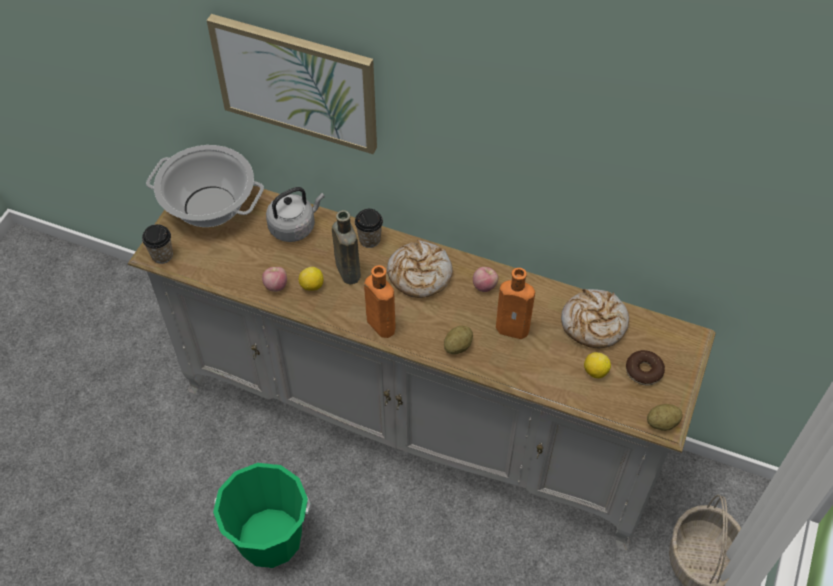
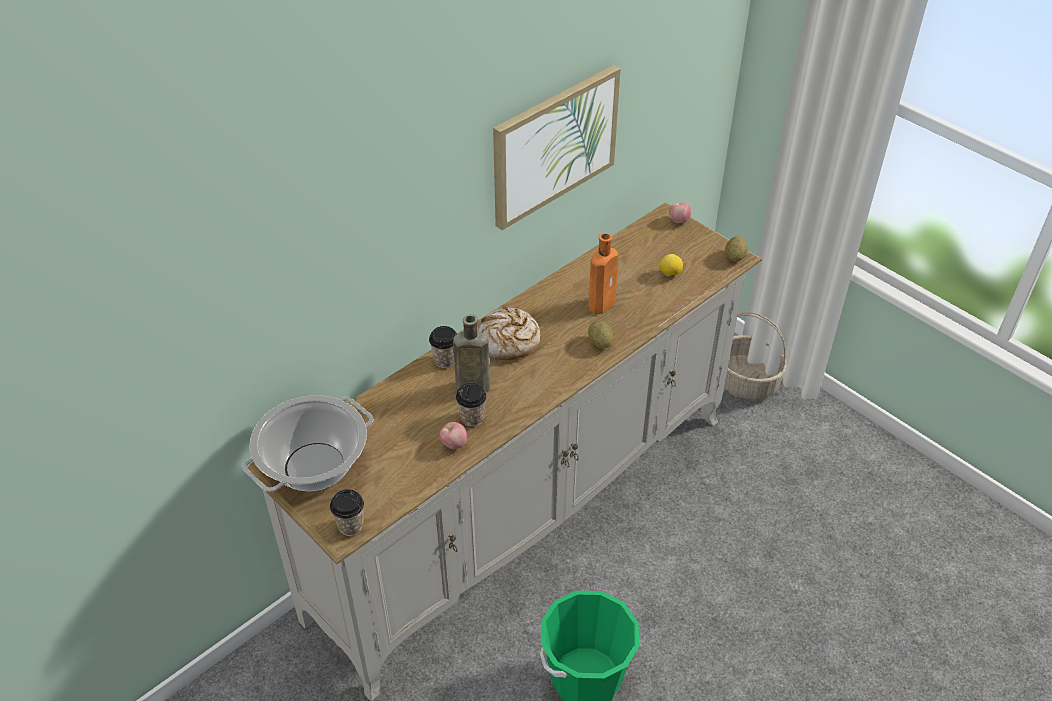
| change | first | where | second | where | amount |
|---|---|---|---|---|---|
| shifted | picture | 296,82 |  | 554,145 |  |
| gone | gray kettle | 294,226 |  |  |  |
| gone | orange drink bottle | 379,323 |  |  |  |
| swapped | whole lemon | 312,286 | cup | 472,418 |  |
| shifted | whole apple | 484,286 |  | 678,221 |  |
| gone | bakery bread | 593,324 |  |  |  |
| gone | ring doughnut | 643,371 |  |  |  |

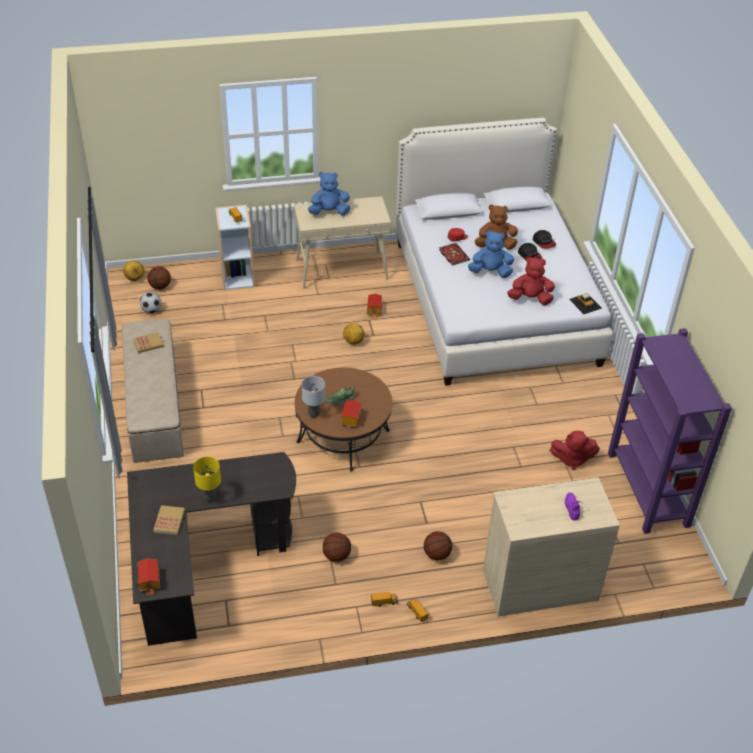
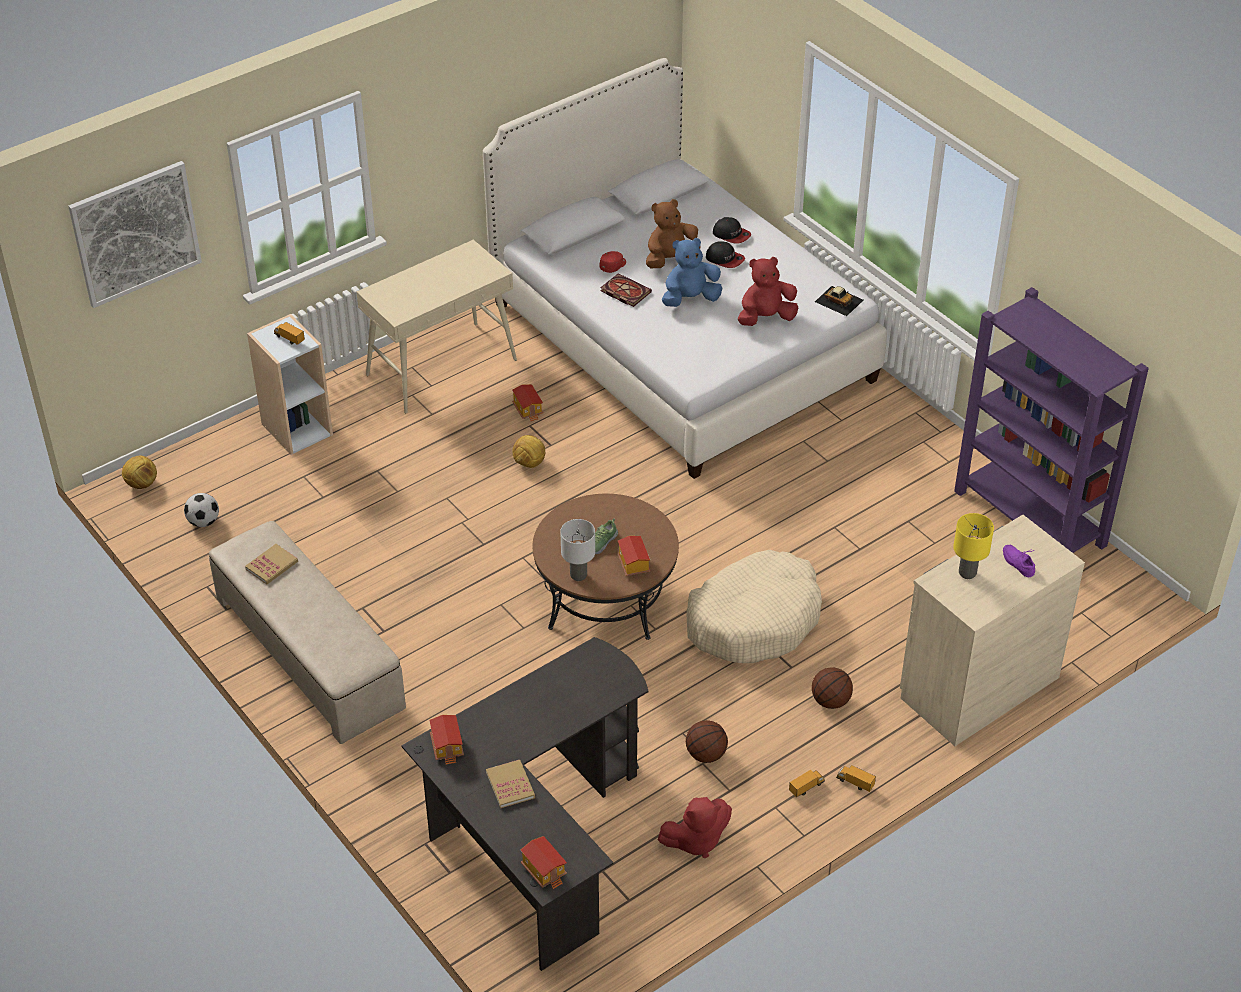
| change | first | where | second | where | amount |
|---|---|---|---|---|---|
| gone | blue-coloured plush toy | 329,212 |  |  |  |
| gone | ball for basketball | 160,286 |  |  |  |
| shifted | red plush toy | 572,459 |  | 695,840 |  |
| shifted | yellow-coloured lamp for a table | 210,497 |  | 967,573 |  |
| new |  |  | picture | 135,233 |  |
| new |  |  | beige dog bed | 754,620 |  |
| new |  |  | toy house | 447,746 |  |

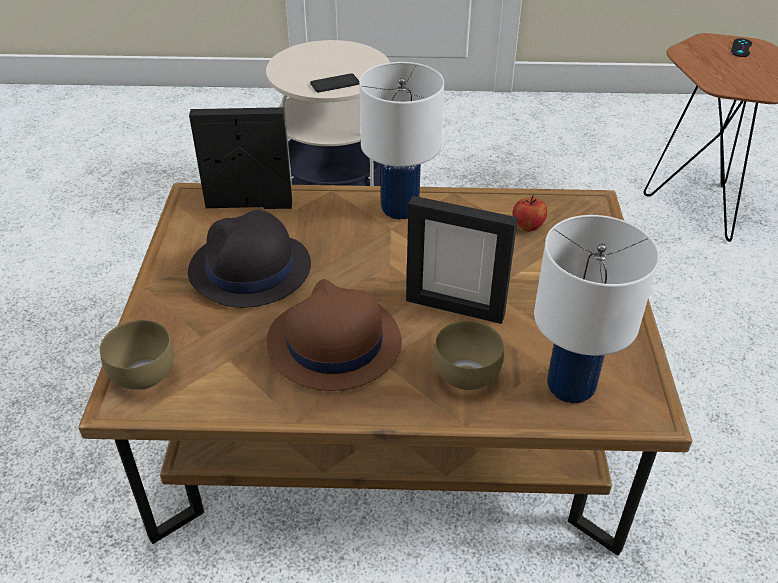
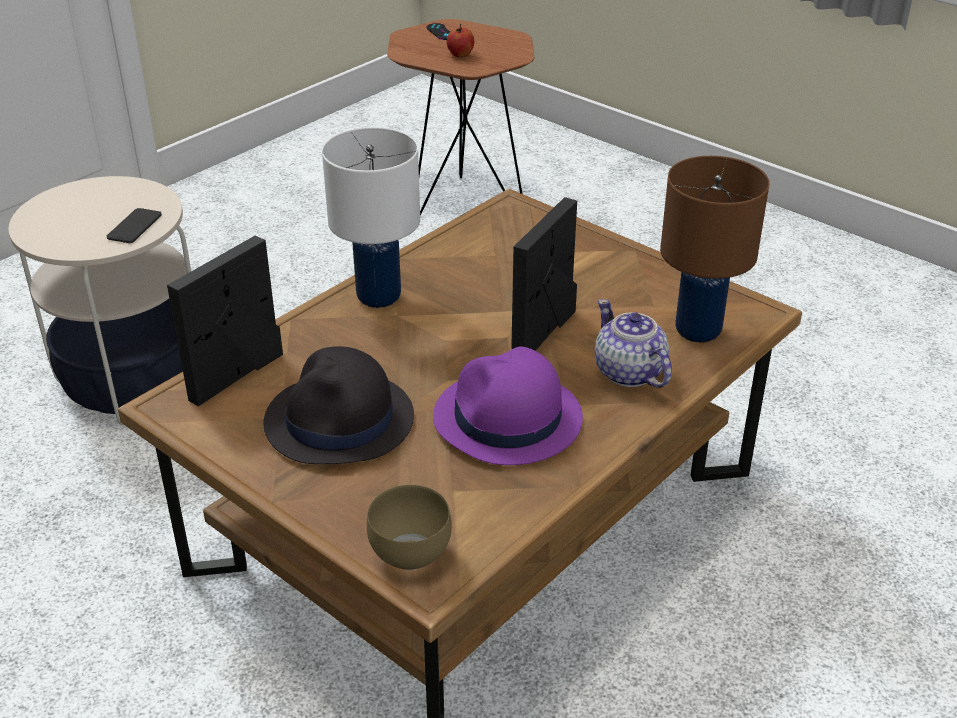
| change | first | where | second | where | amount |
|---|---|---|---|---|---|
| rotated | standing frame | 455,306 |  | 544,335 | 150 degrees clockwise |
| shifted | whole apple | 527,227 |  | 460,55 |  |
| repainted | whitish lamp for a table | 573,389 | brown lamp for a table | 700,331 |  |
| repainted | brown hat | 333,343 | purple-coloured hat | 507,419 |  |
| swapped | brown deep dish | 464,377 | tea pot | 629,373 |  |

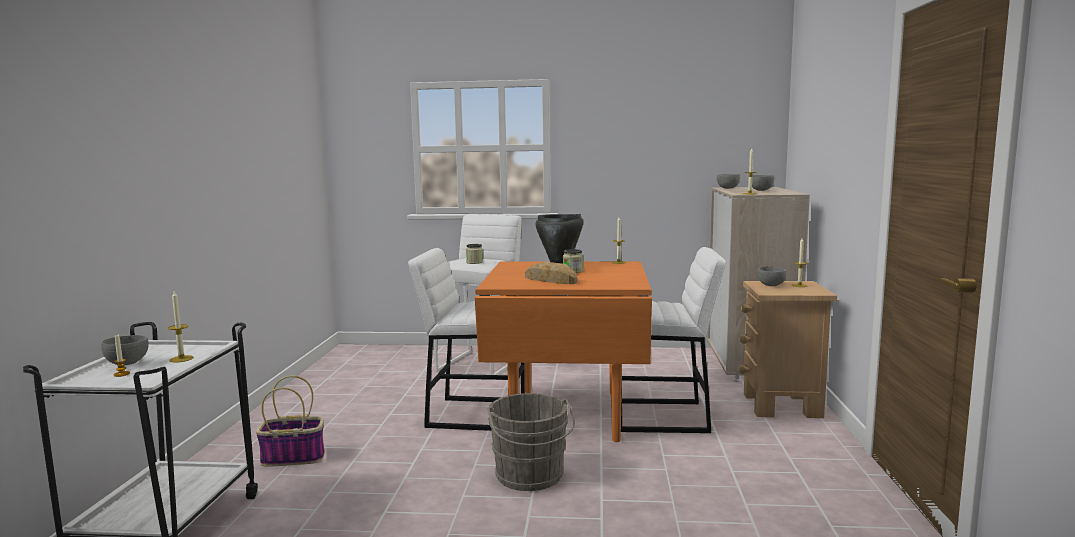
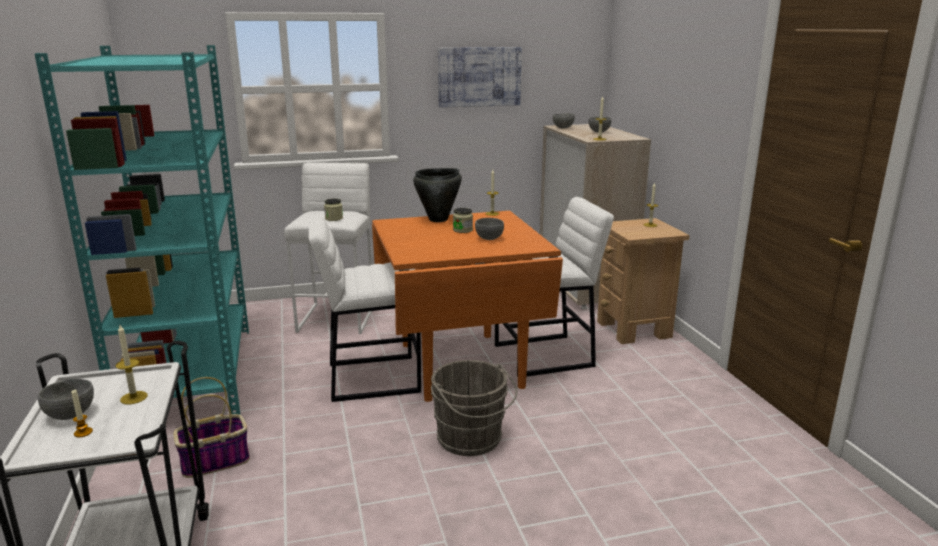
| change | first | where | second | where | amount |
|---|---|---|---|---|---|
| gone | bakery bread | 550,280 |  |  |  |
| shifted | gray deep dish | 771,285 |  | 489,238 |  |
| new |  |  | turquoise shelving unit | 191,377 |  |
| new |  |  | picture | 479,77 |  |

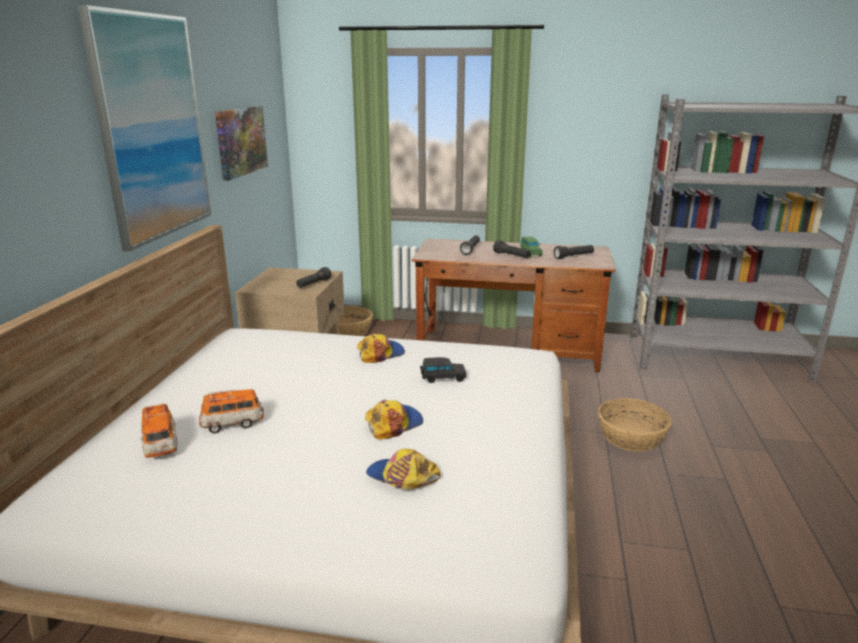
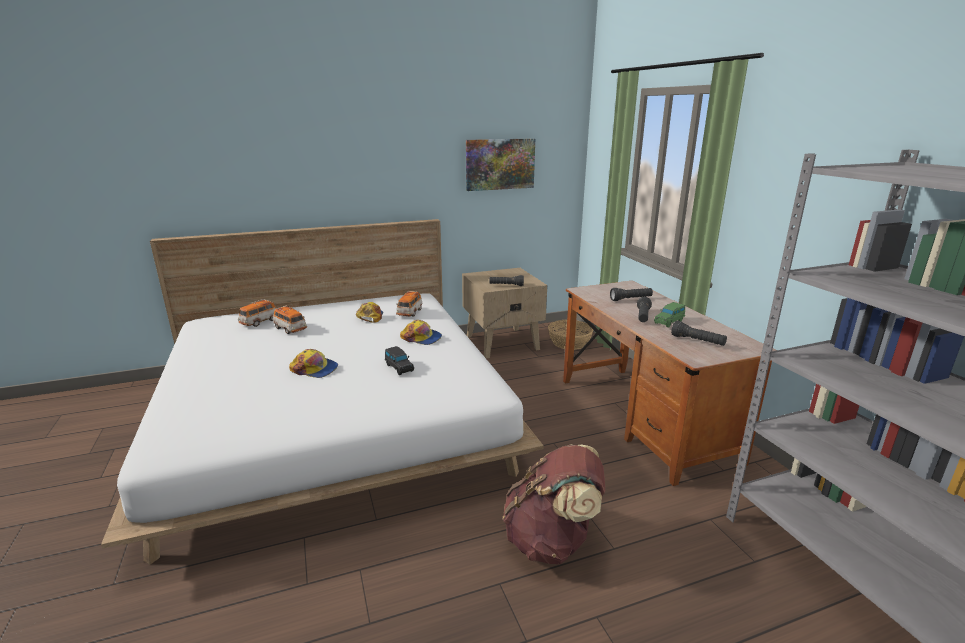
| change | first | where | second | where | amount |
|---|---|---|---|---|---|
| gone | picture | 152,128 |  |  |  |
| swapped | household basket | 631,437 | brown rucksack | 552,540 |  |
| shifted | peaked cap | 401,477 |  | 370,316 |  |
| new |  |  | miniature car | 409,313 |  |

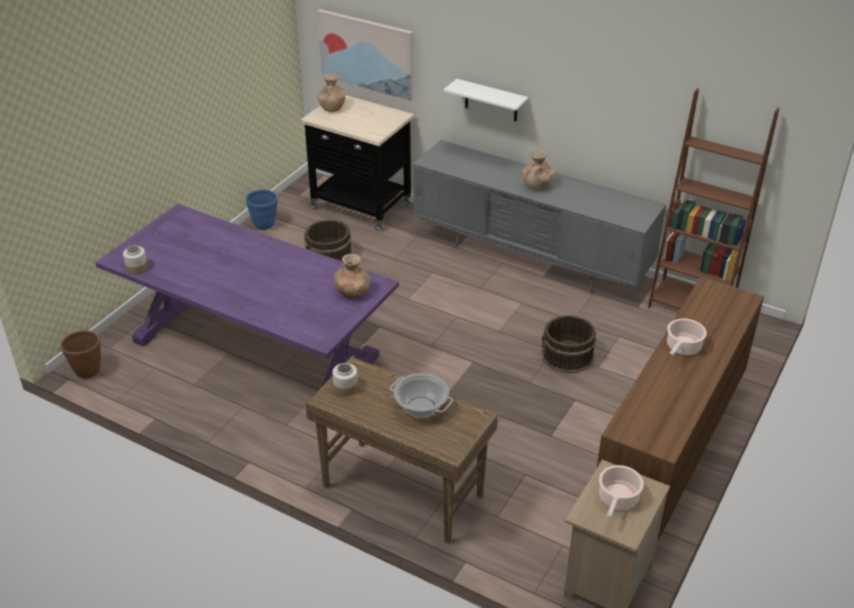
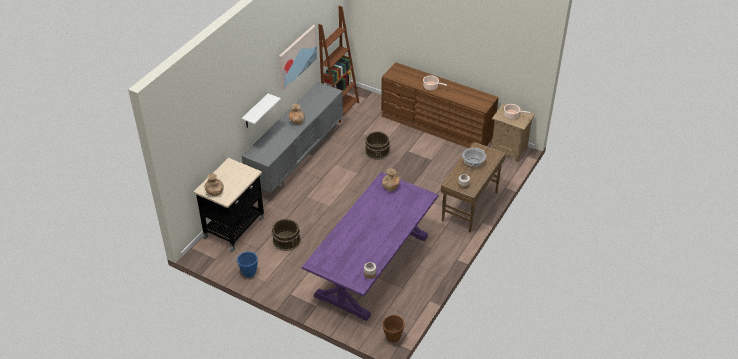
| change | first | where | second | where | amount |
|---|---|---|---|---|---|
| shifted | picture | 367,53 |  | 297,56 |  |

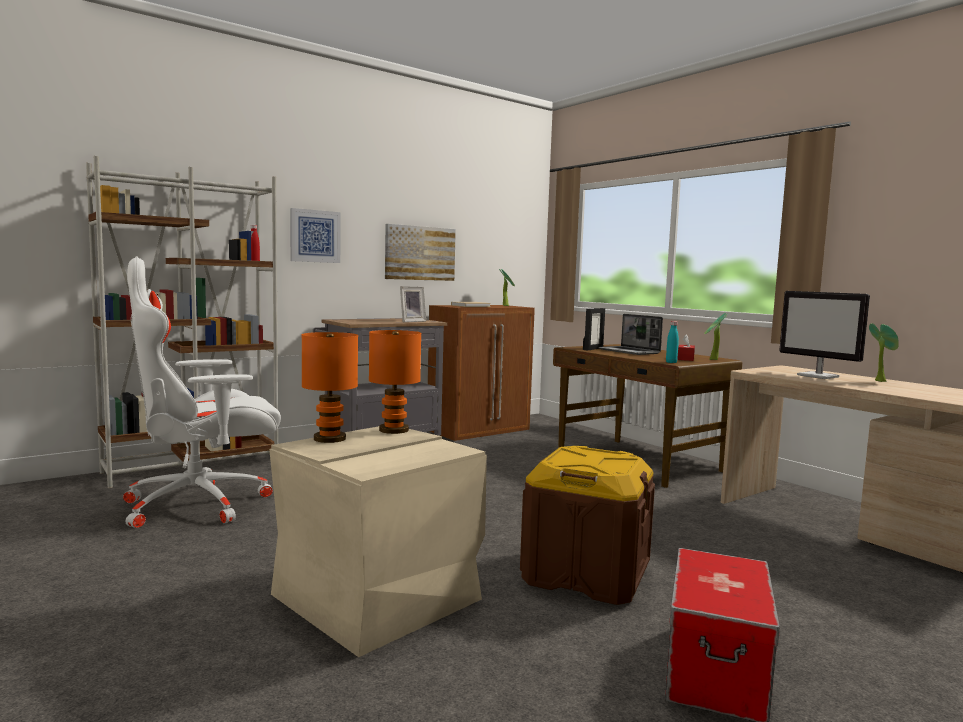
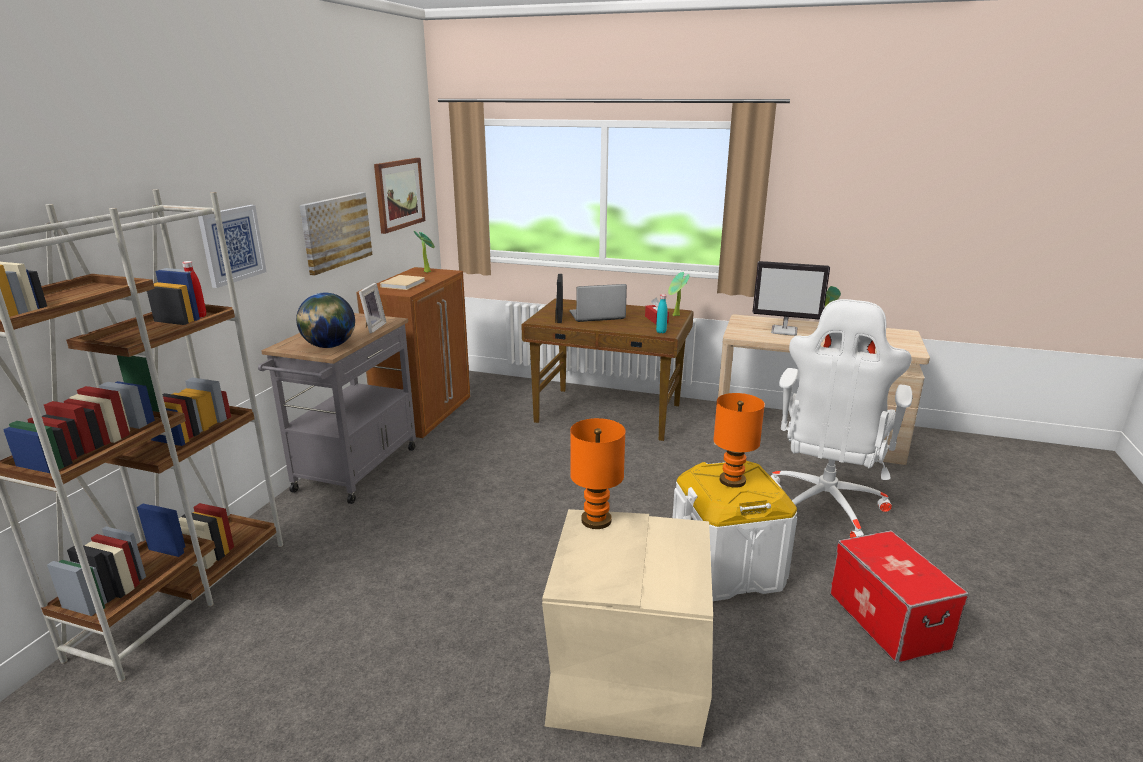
| change | first | where | second | where | amount |
|---|---|---|---|---|---|
| shifted | whitish desk chair | 207,504 |  | 825,501 |  |
| rotated | laptop | 630,352 |  | 596,316 | 150 degrees clockwise |
| shifted | orange lamp for a table | 330,438 |  | 732,480 |  |
| repainted | brown storage box | 586,574 | whitish storage box | 727,568 |  |
| new |  |  | picture | 399,194 |  |
| new |  |  | globe | 329,346 |  |

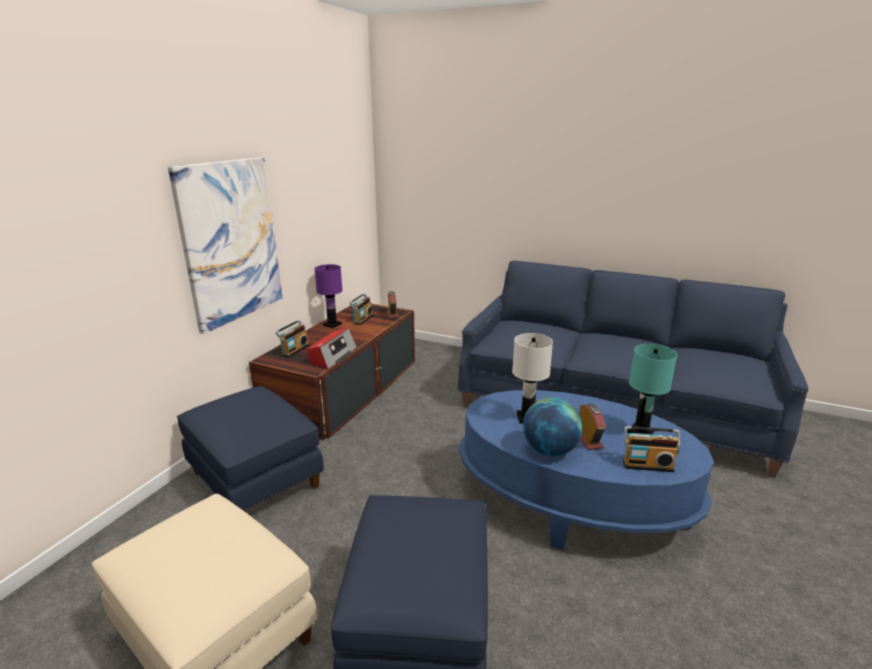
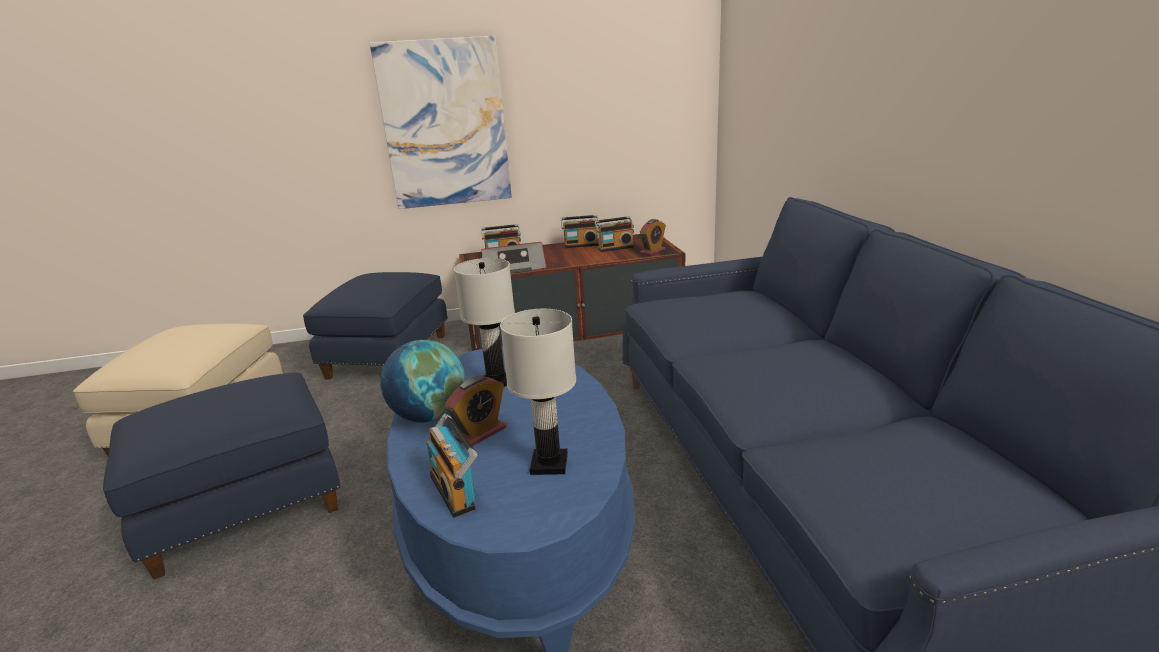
| change | first | where | second | where | amount |
|---|---|---|---|---|---|
| swapped | purple-coloured lamp for a table | 332,324 | radio receiver | 581,245 |  |
| repainted | turquoise lamp for a table | 640,432 | whitish lamp for a table | 548,463 |  |

